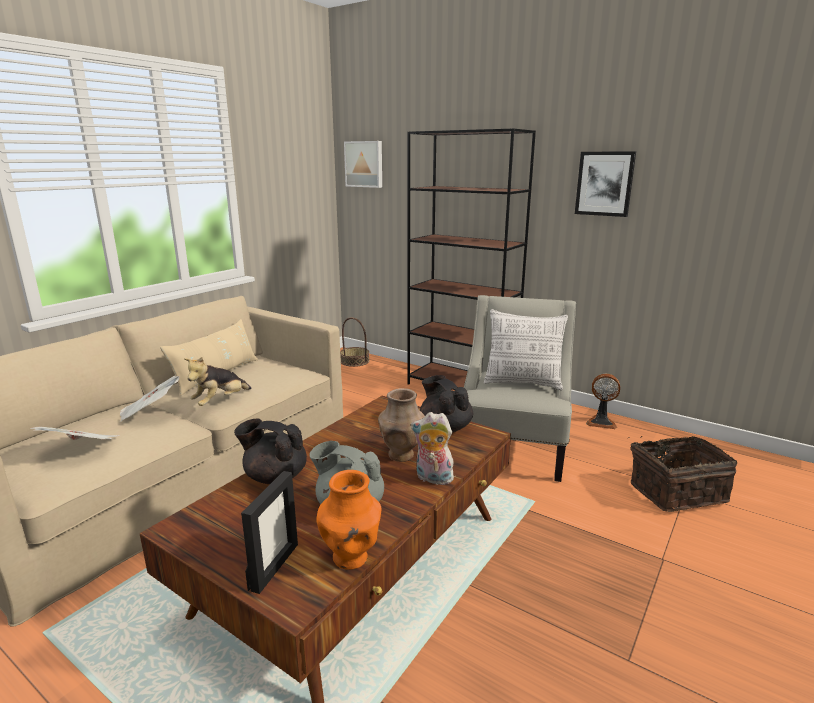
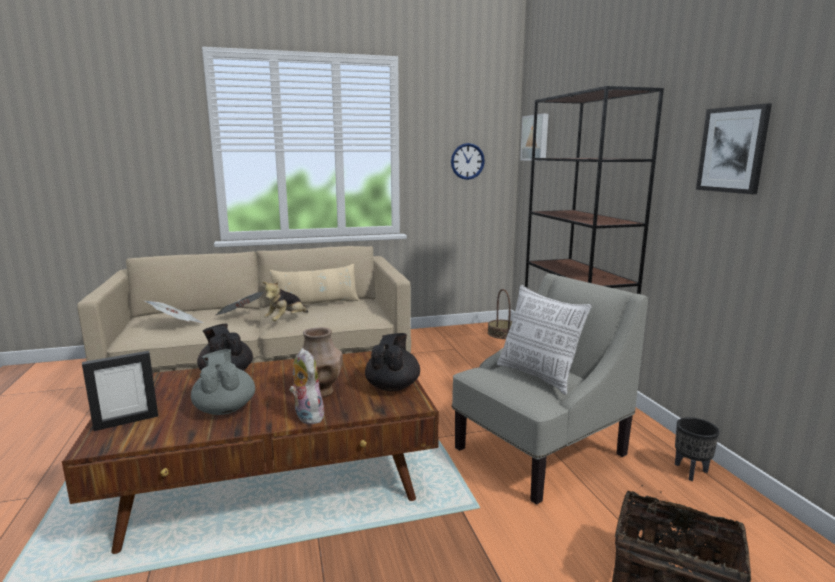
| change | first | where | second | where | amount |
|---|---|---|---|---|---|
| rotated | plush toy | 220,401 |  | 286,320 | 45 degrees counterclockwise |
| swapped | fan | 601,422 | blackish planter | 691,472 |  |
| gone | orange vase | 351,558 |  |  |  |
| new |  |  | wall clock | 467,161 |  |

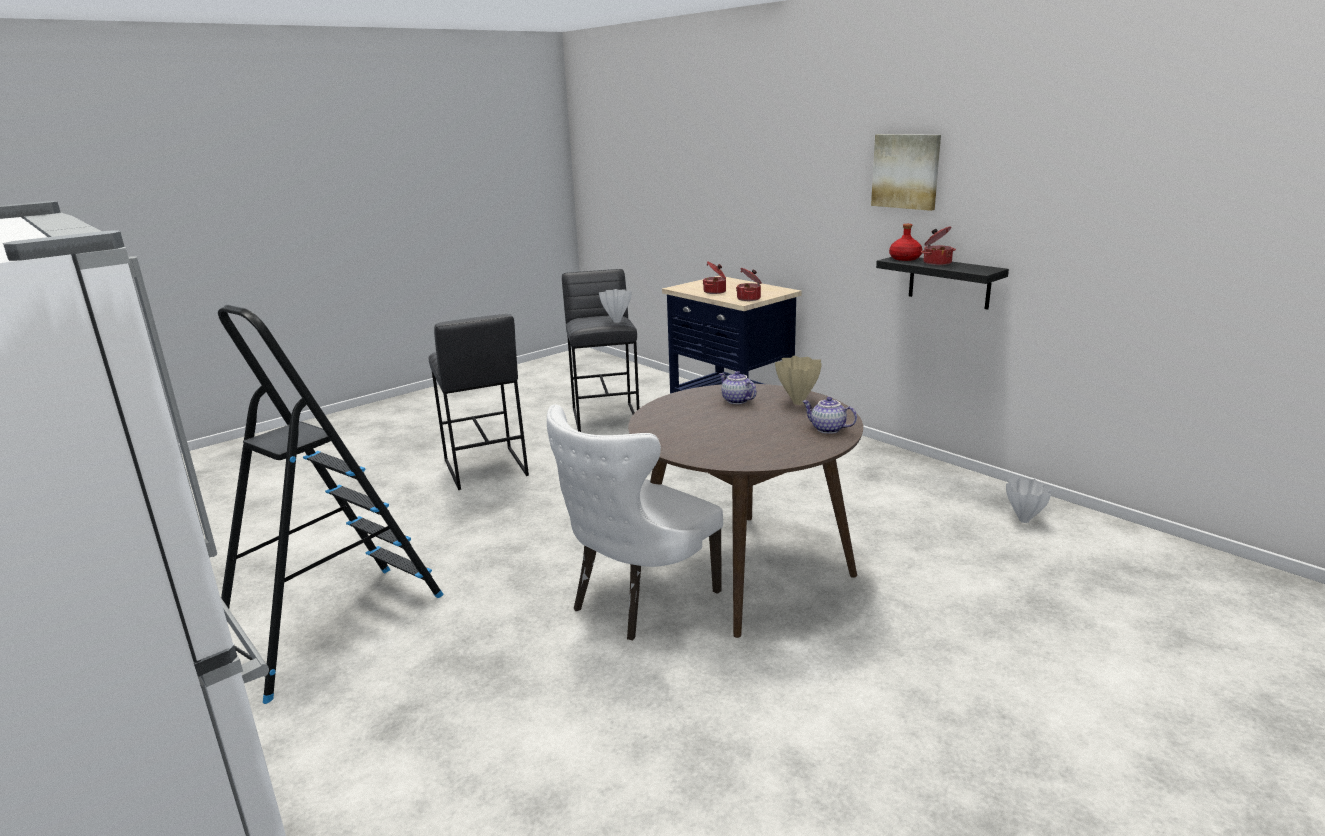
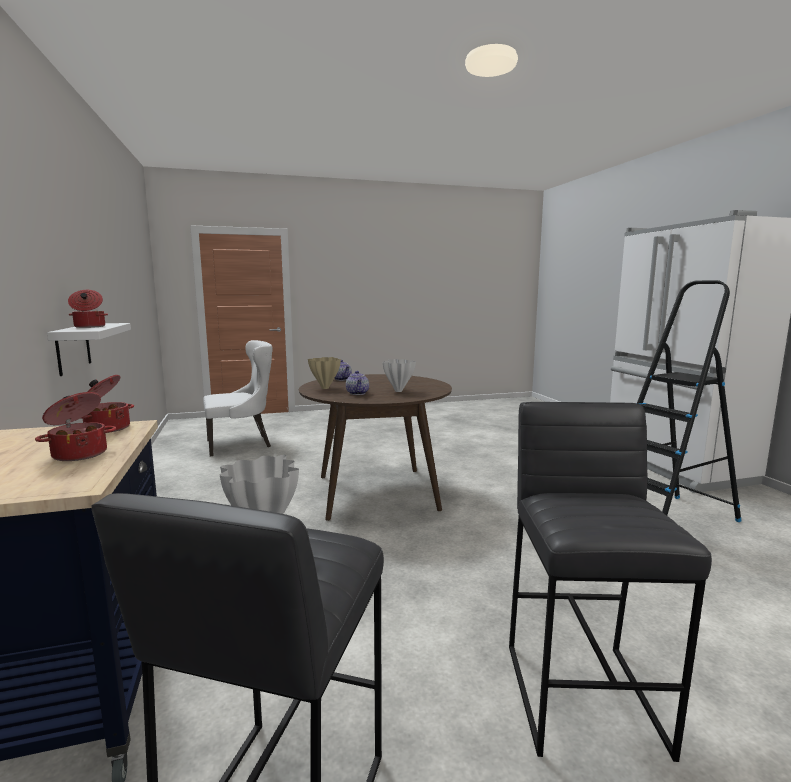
| change | first | where | second | where | amount |
|---|---|---|---|---|---|
| gone | picture | 906,171 |  |  |  |
| gone | red drink bottle | 905,258 |  |  |  |
| repainted | blackish shelf | 949,282 | whitish shelf | 73,348 |  |
| shifted | whitish chair | 638,600 |  | 241,444 |  |
| shifted | whitish vase | 1023,520 |  | 398,391 |  |

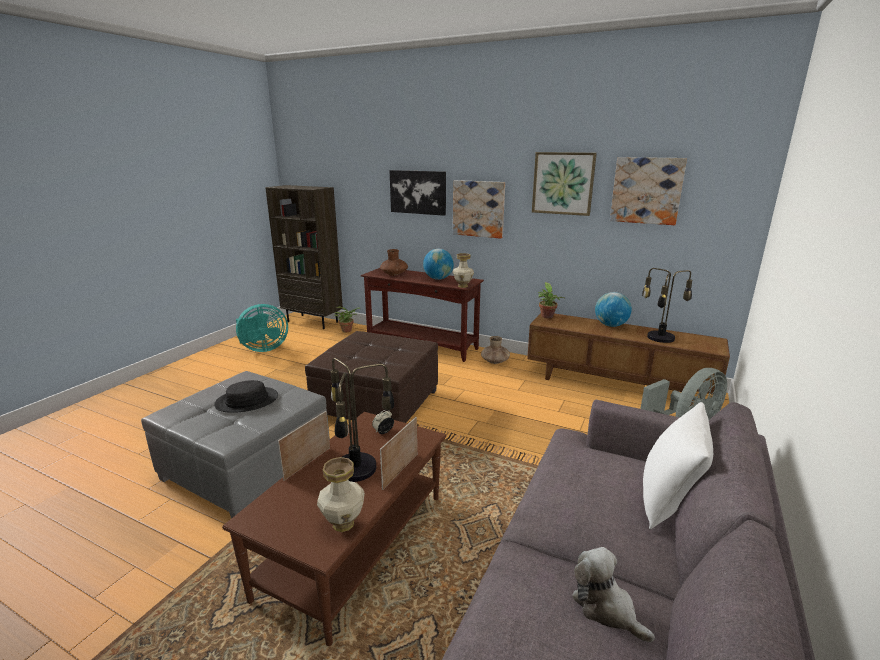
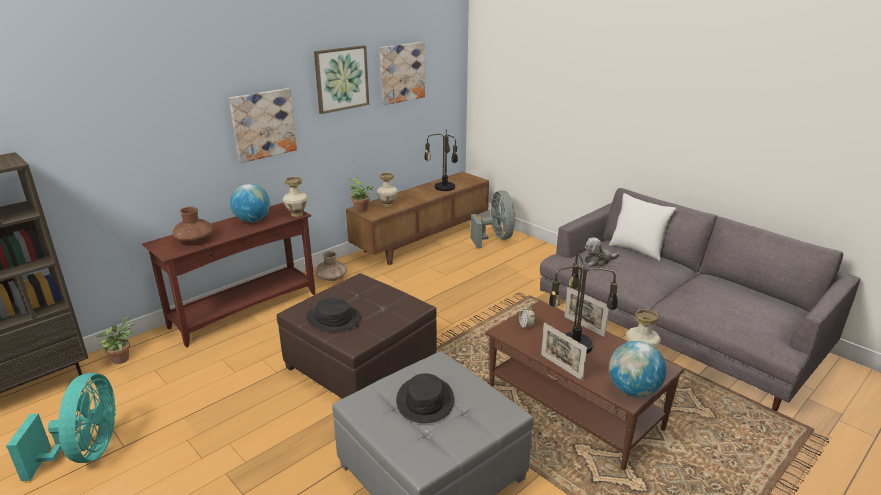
| change | first | where | second | where | amount |
|---|---|---|---|---|---|
| gone | picture | 418,192 |  |  |  |
| shifted | globe | 610,325 |  | 633,390 |  |
| shifted | plush toy | 606,608 |  | 598,261 |  |
| new |  |  | vase | 387,205 |  |
| new |  |  | blackish hat | 333,318 |  |

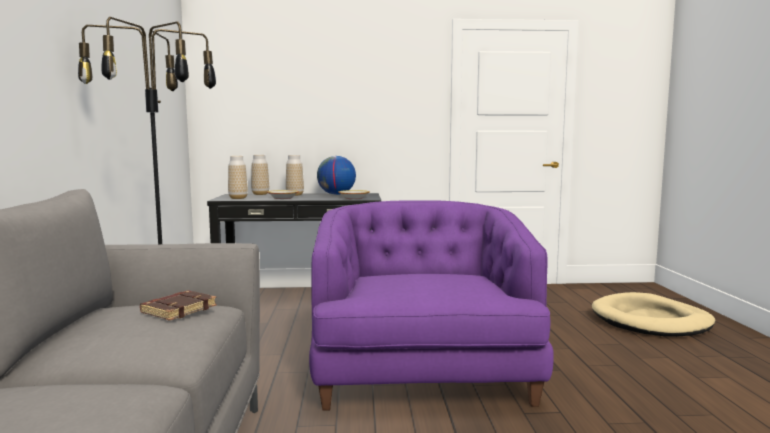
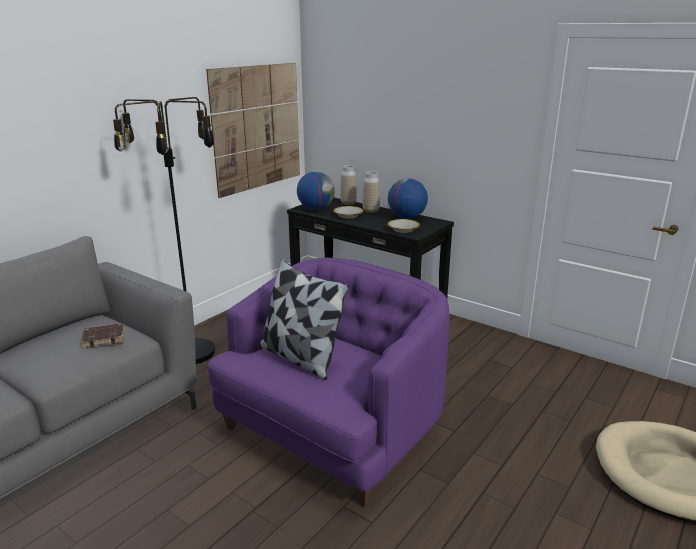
| change | first | where | second | where | amount |
|---|---|---|---|---|---|
| swapped | vase | 238,198 | globe | 316,209 |  |
| new |  |  | picture | 257,127 |  |
| new |  |  | pillow | 300,357 |  |

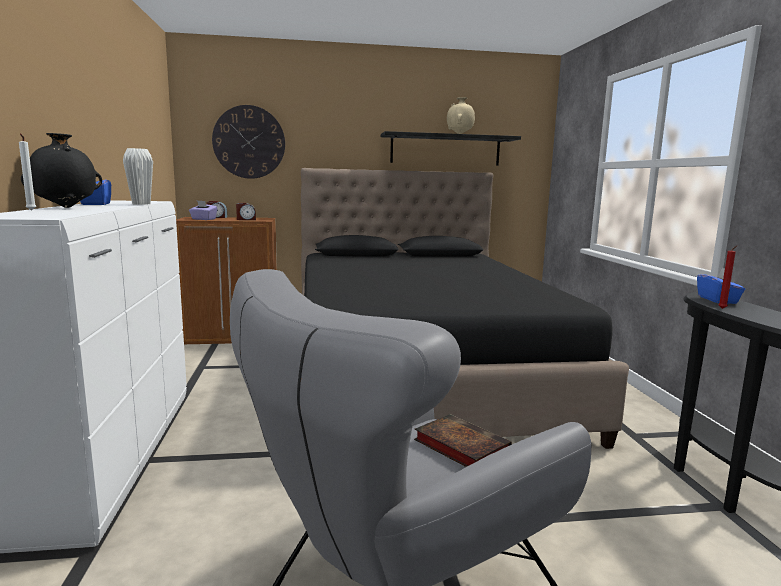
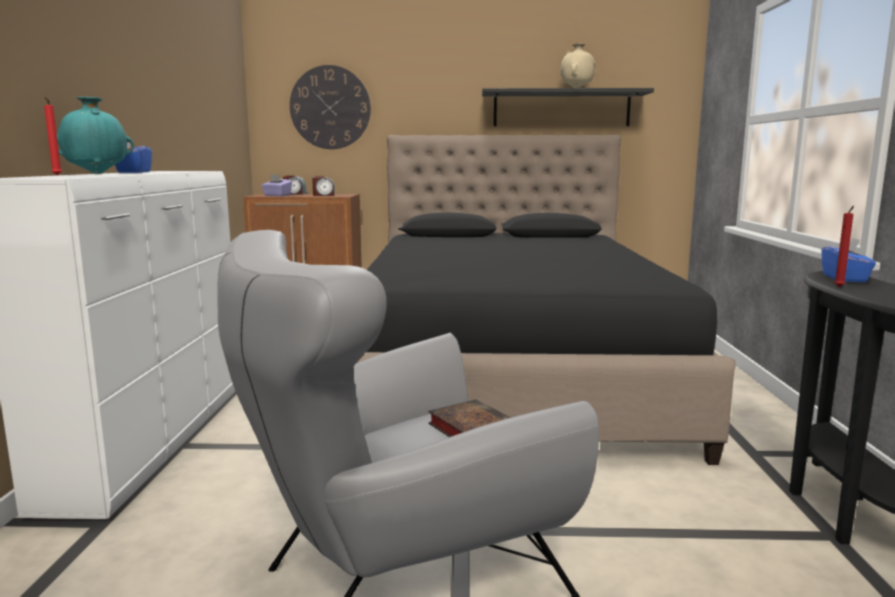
| change | first | where | second | where | amount |
|---|---|---|---|---|---|
| repainted | whitish candle | 31,210 | red candle | 56,175 |  |
| repainted | blackish vase | 66,207 | turquoise vase | 97,174 |  |
| gone | whitish vase | 141,204 |  |  |  |

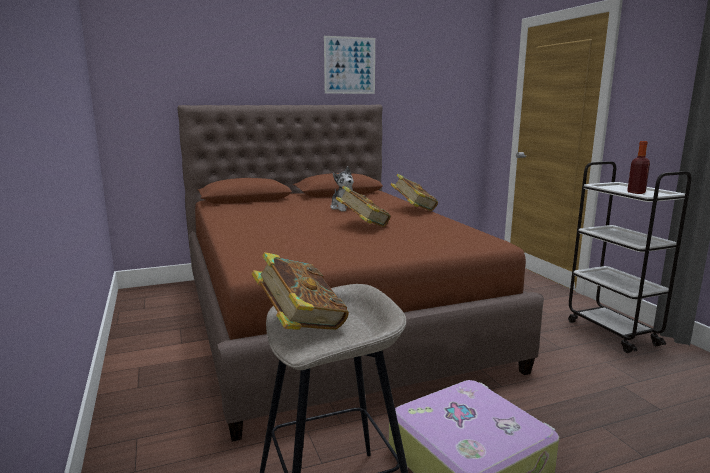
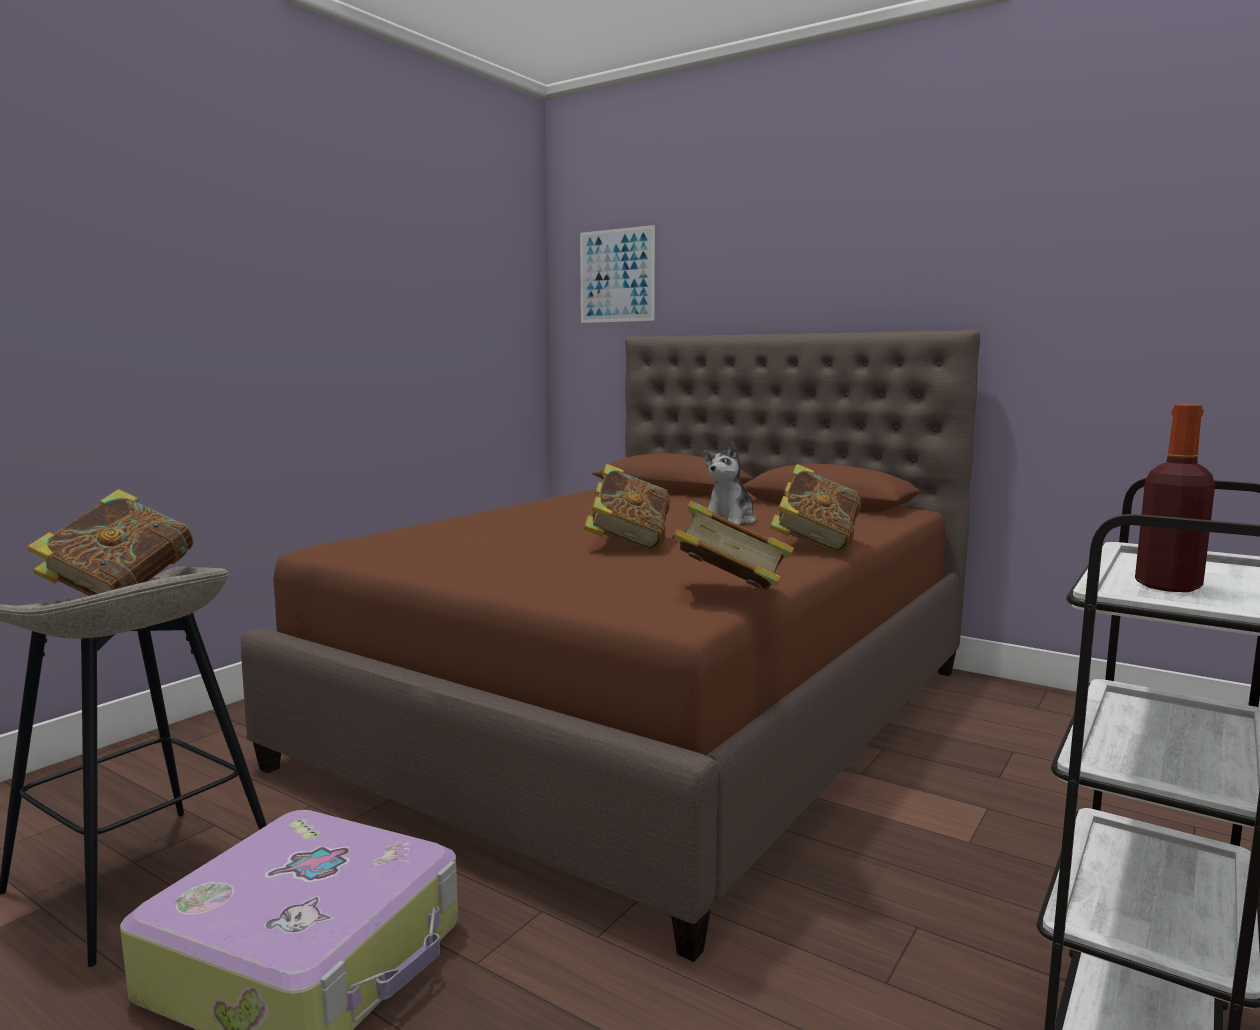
| change | first | where | second | where | amount |
|---|---|---|---|---|---|
| shifted | picture | 349,65 |  | 617,275 |  |
| new |  |  | volume | 728,596 |  |

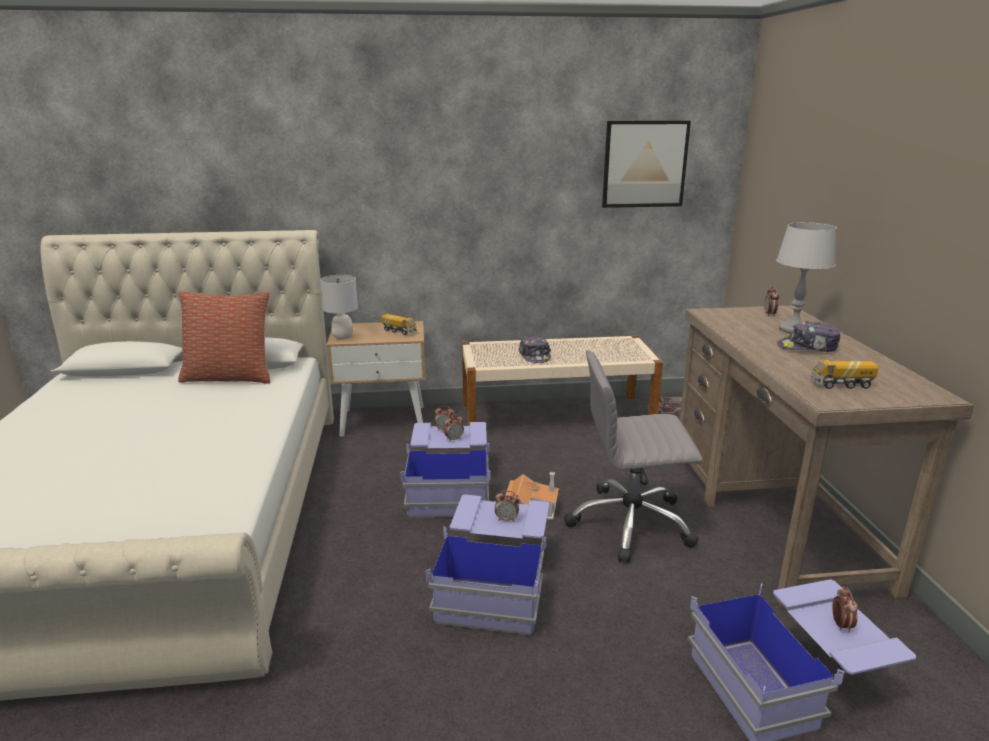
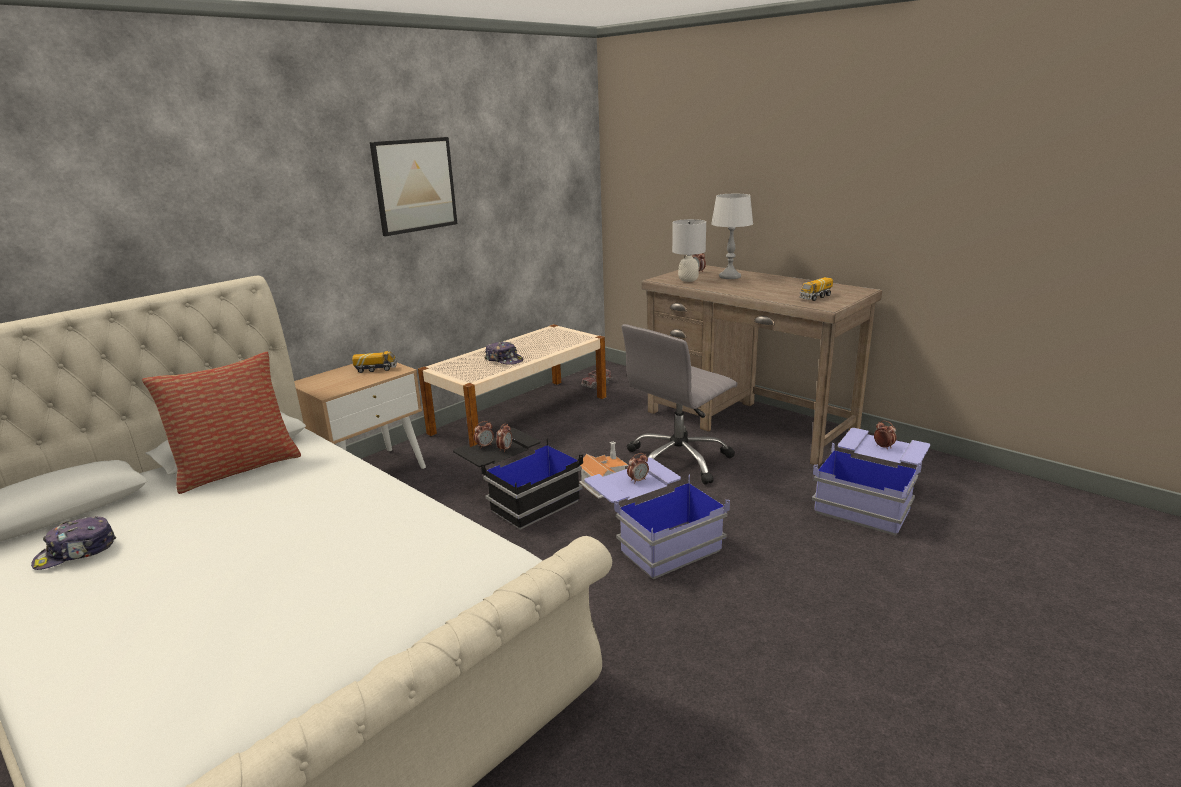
| change | first | where | second | where | amount |
|---|---|---|---|---|---|
| shifted | picture | 644,164 |  | 414,185 |  |
| shifted | gray lamp for a table | 343,337 |  | 689,280 |  |
| shifted | peaked cap | 808,347 |  | 76,553 |  |
| repainted | blue-coloured storage box | 449,488 | blackish storage box | 518,495 |  |

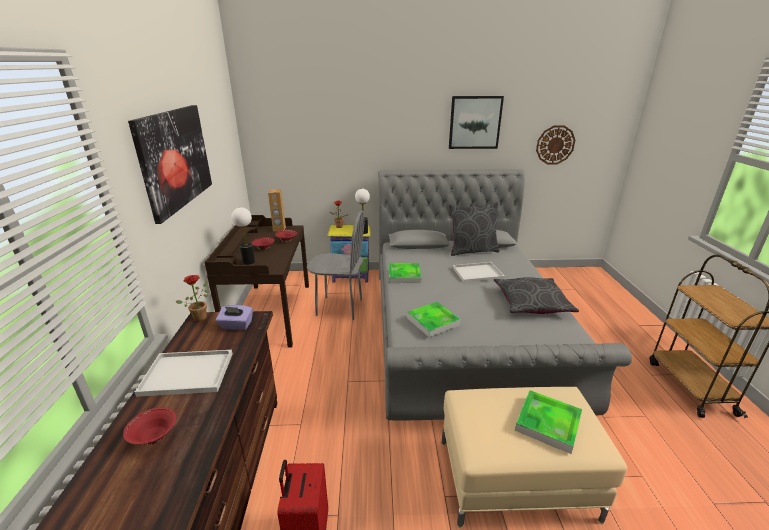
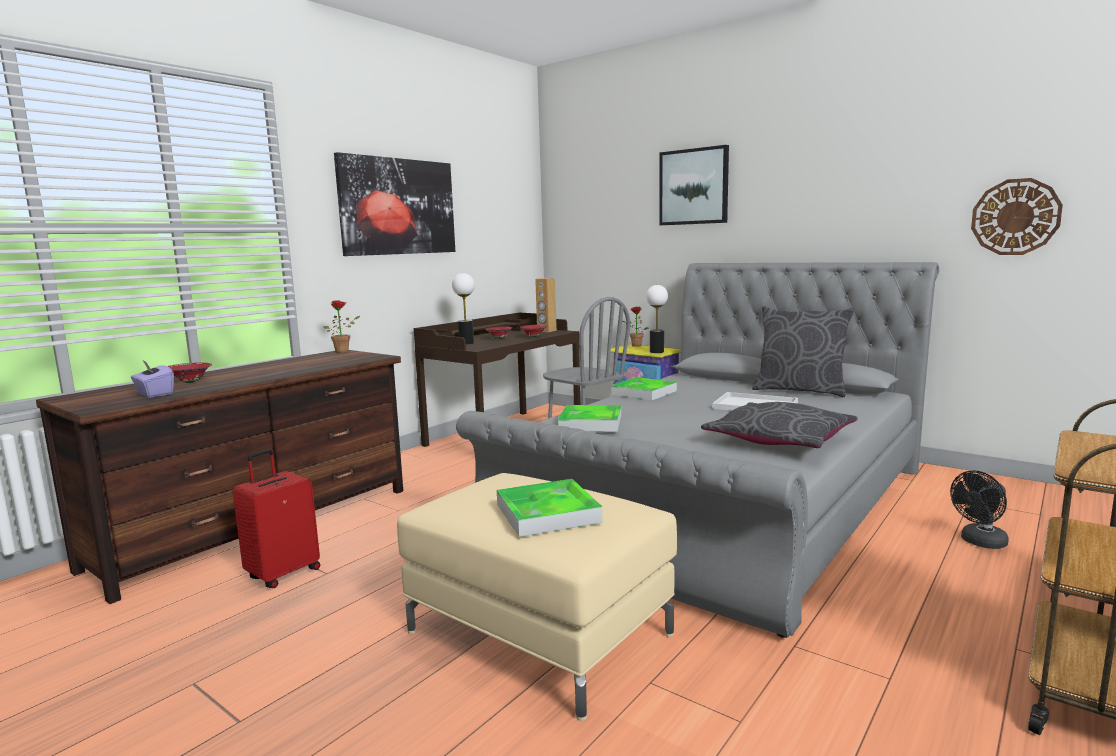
| change | first | where | second | where | amount |
|---|---|---|---|---|---|
| shifted | picture | 475,122 |  | 694,187 |  |
| shifted | purple-coloured tissue holder | 236,326 |  | 154,394 |  |
| gone | whitish serving tray | 185,374 |  |  |  |
| new |  |  | blackish fan | 980,542 |  |

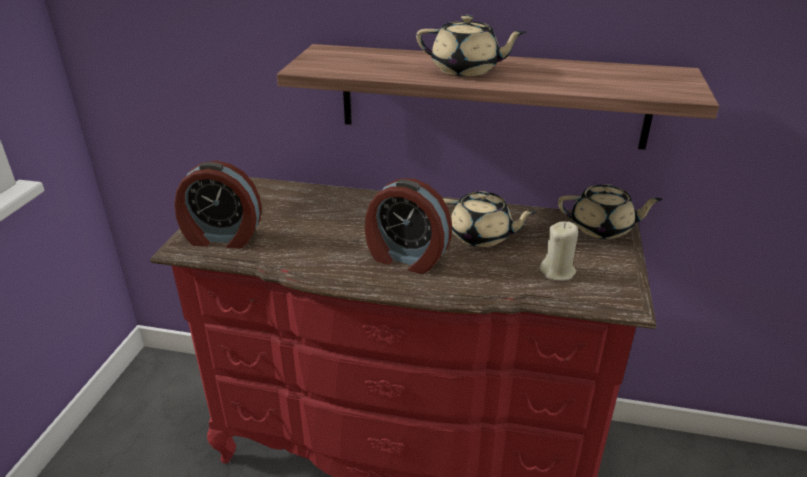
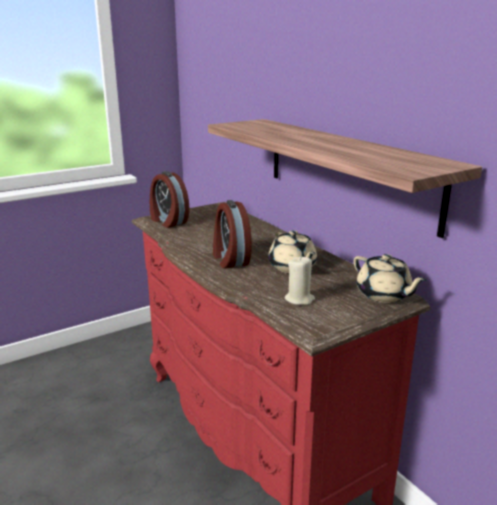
| change | first | where | second | where | amount |
|---|---|---|---|---|---|
| gone | beige tea pot | 466,70 |  |  |  |

